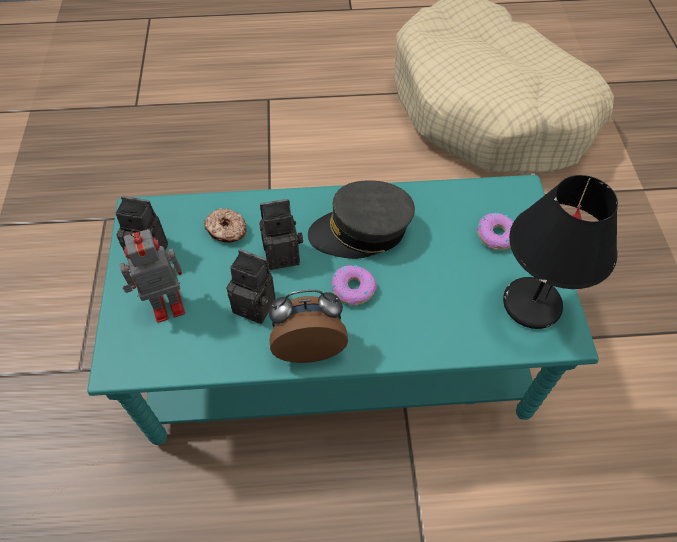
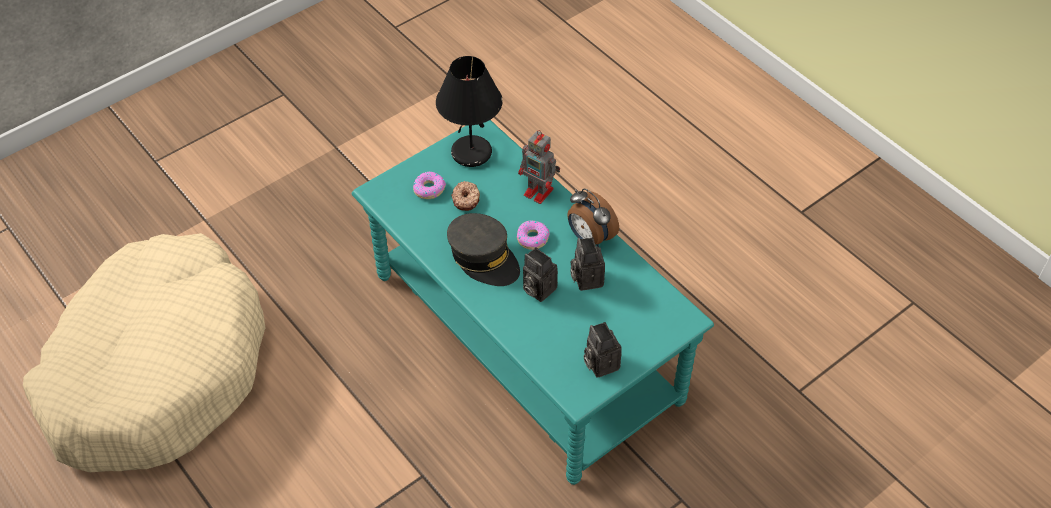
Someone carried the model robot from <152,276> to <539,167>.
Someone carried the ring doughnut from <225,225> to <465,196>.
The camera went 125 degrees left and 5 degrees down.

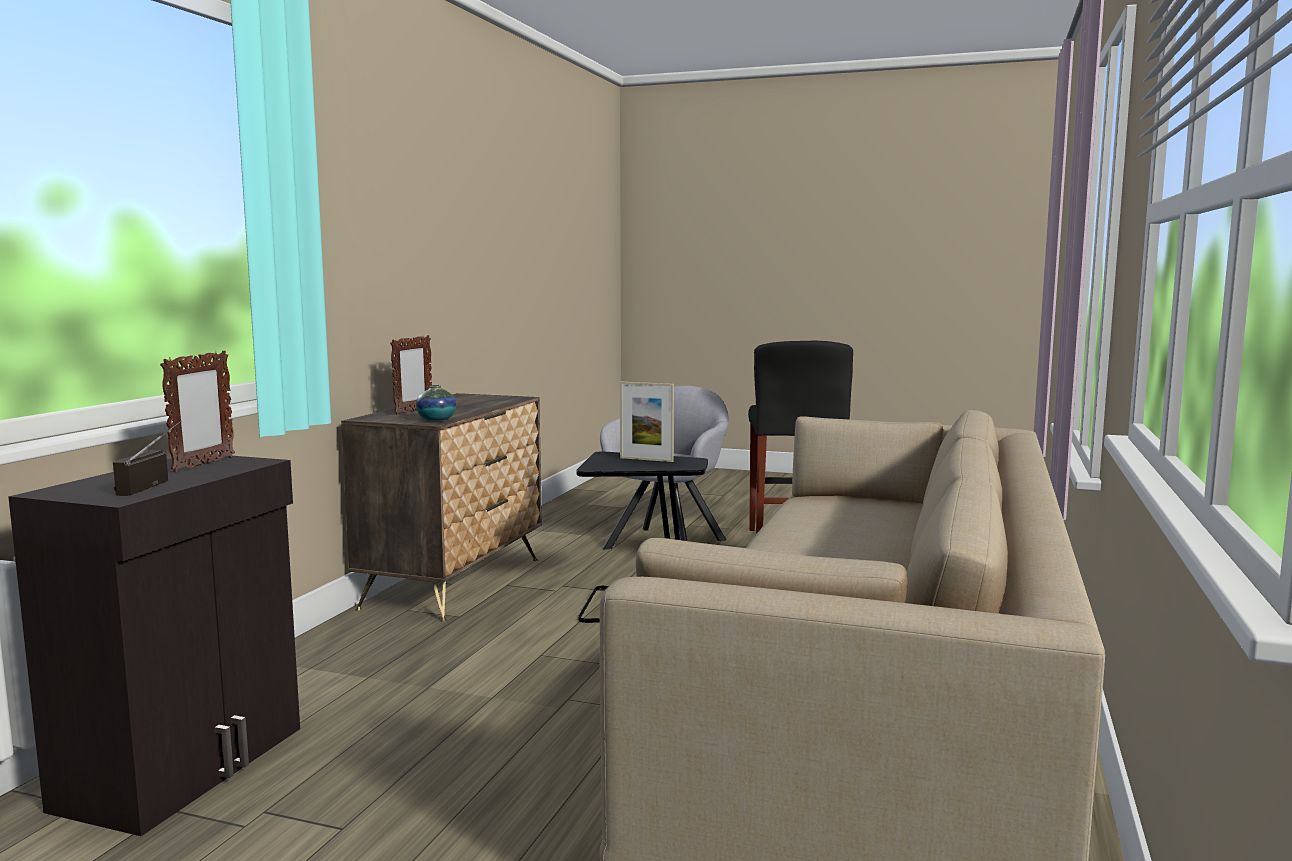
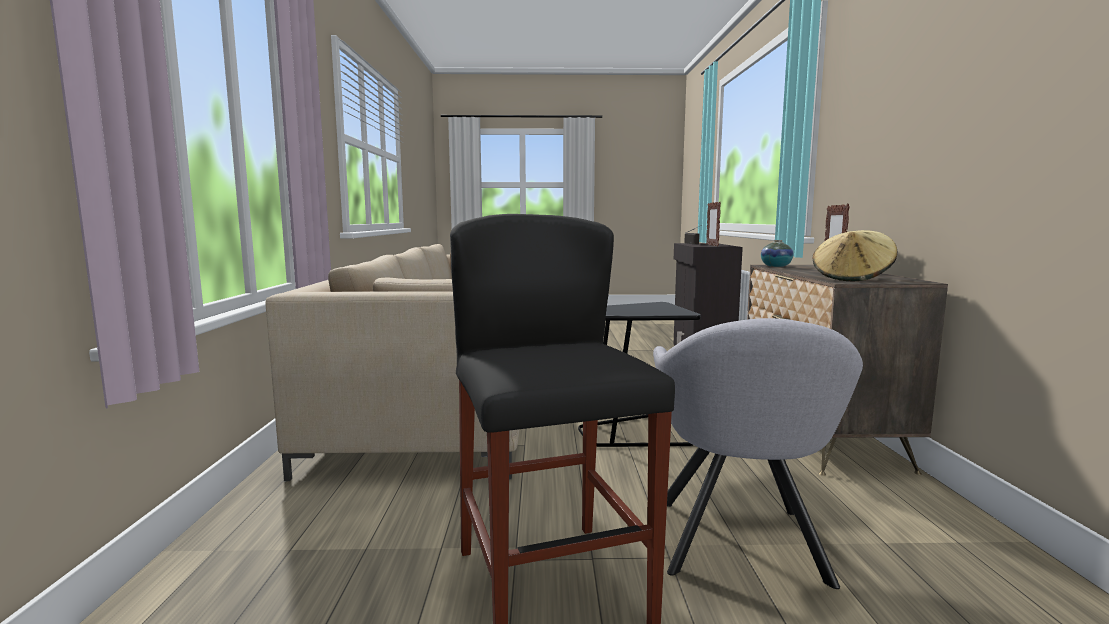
Someone took away the standing frame at <647,422>.
Someone put down the sand-coloured clothing hat at <855,255>.
The camera went 160 degrees right and 0 degrees up.

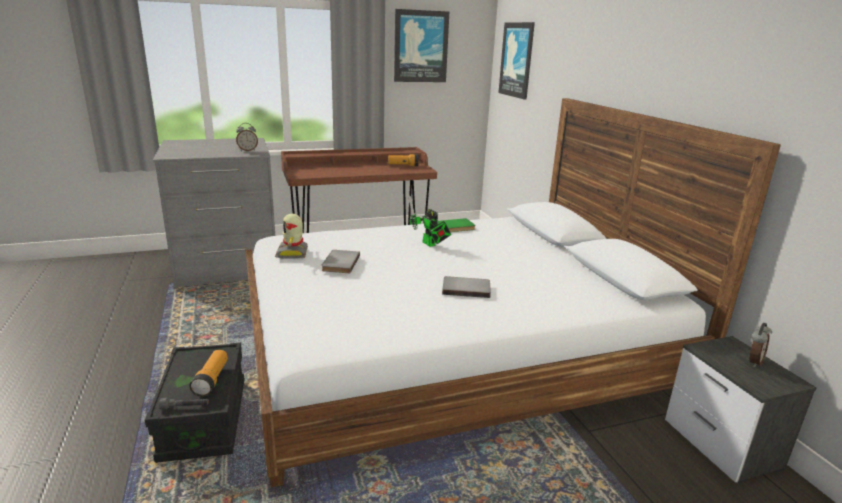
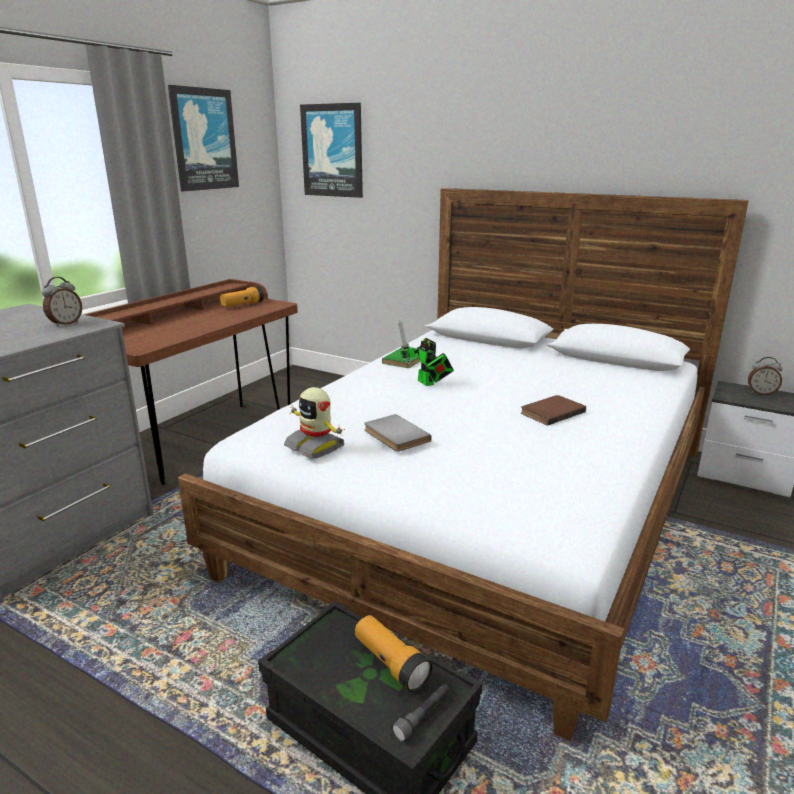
Someone repainted the gray volume at <466,287>, which became the brown-coloured volume at <553,410>.
Someone rotated the model robot at <430,221> by 45 degrees clockwise.
Someone rotated the table clock at <761,345> by 105 degrees clockwise.
The camera went 40 degrees left and 0 degrees up.

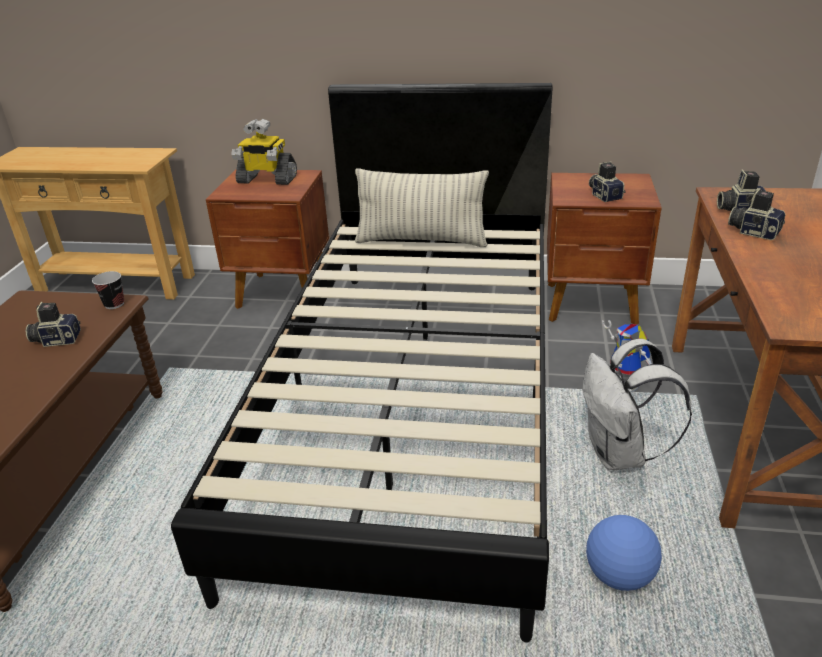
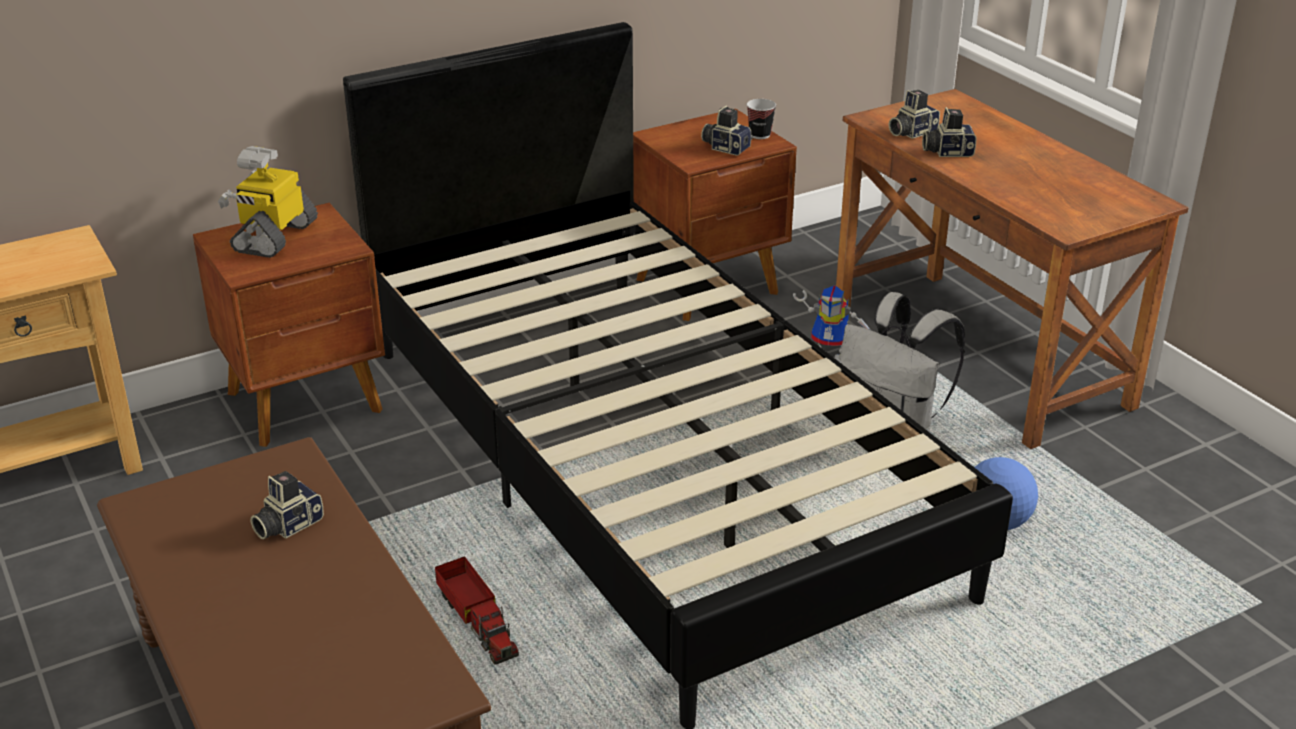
Someone took away the cushion at <422,207>.
Someone put down the toy truck at <477,610>.
Someone carried the drinking cup from <108,290> to <761,119>.
Someone rotated the model robot at <264,152> by 135 degrees clockwise.
The camera went 40 degrees left and 0 degrees up.

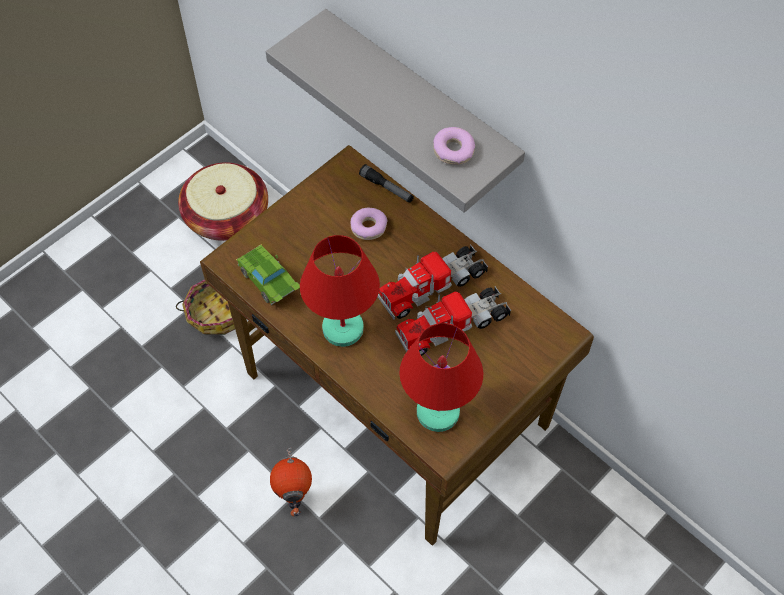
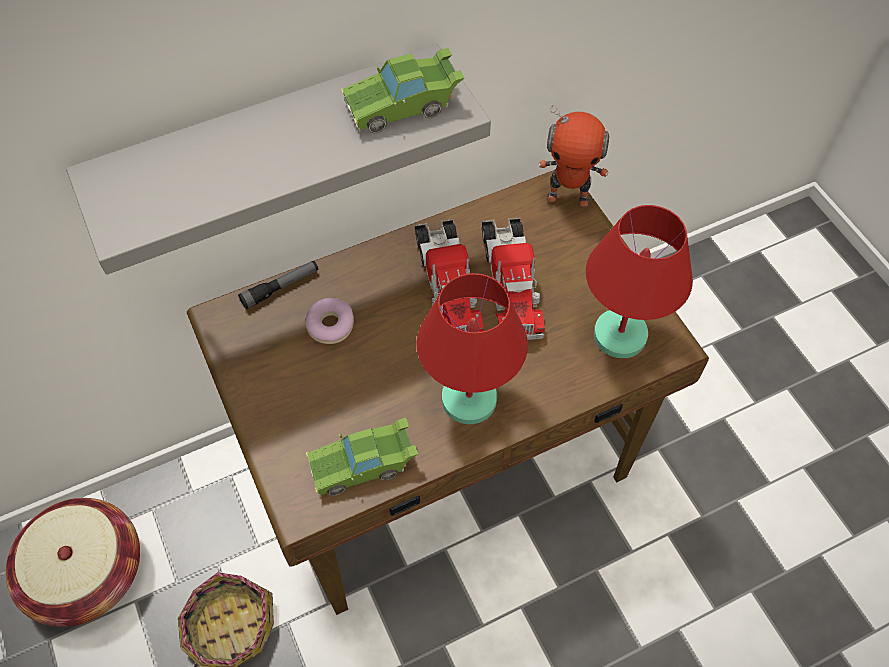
Someone carried the model robot from <291,482> to <574,156>.
Someone swapped the ring doughnut at <454,146> for the greenish toy car at <403,91>.
The camera went 70 degrees left and 0 degrees up.

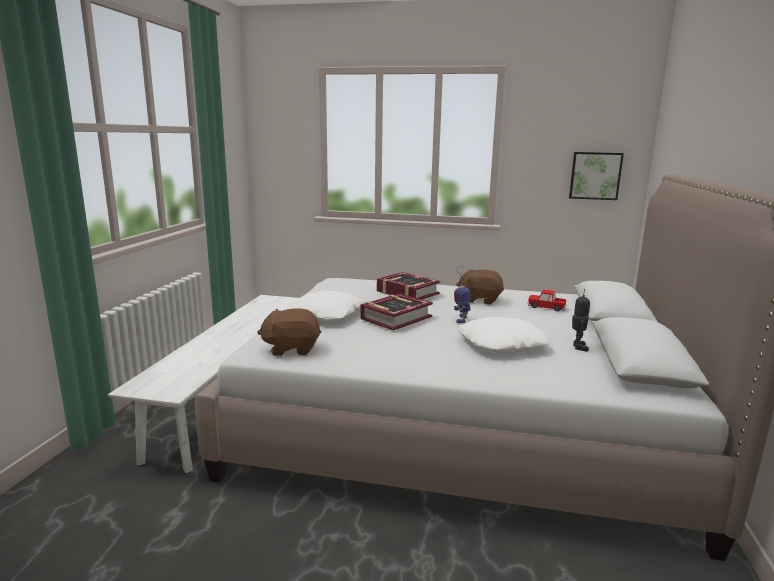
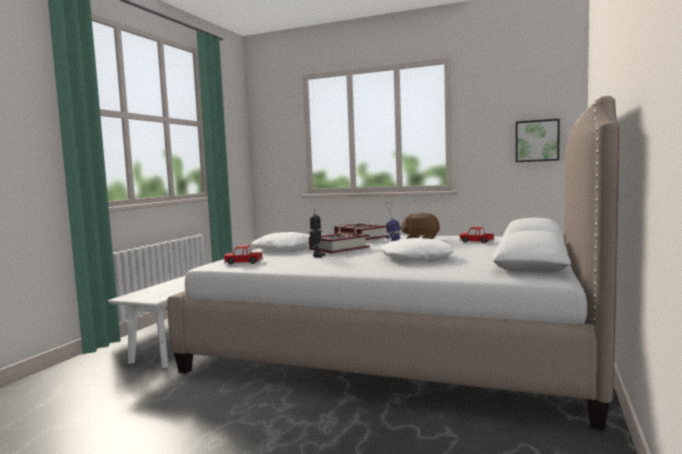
Someone carried the model robot from <581,320> to <317,235>.
Someone swapped the brown-coloured cuddly toy at <289,332> for the toy car at <243,255>.
The camera went 10 degrees right and 10 degrees down.

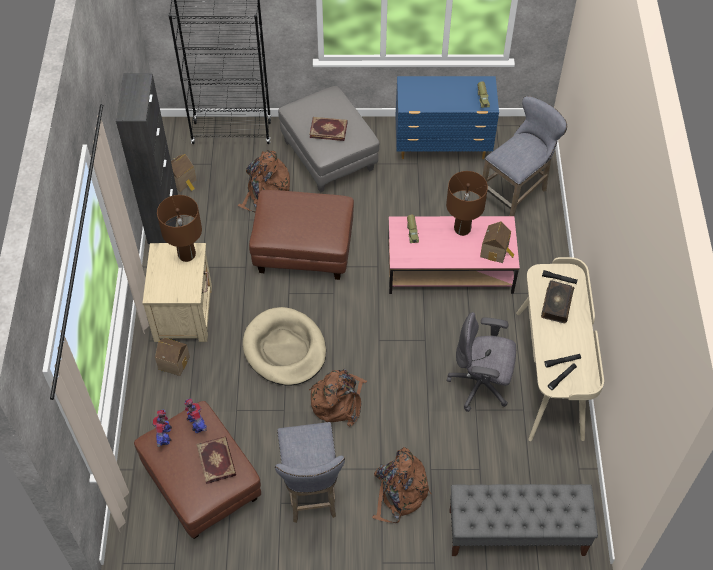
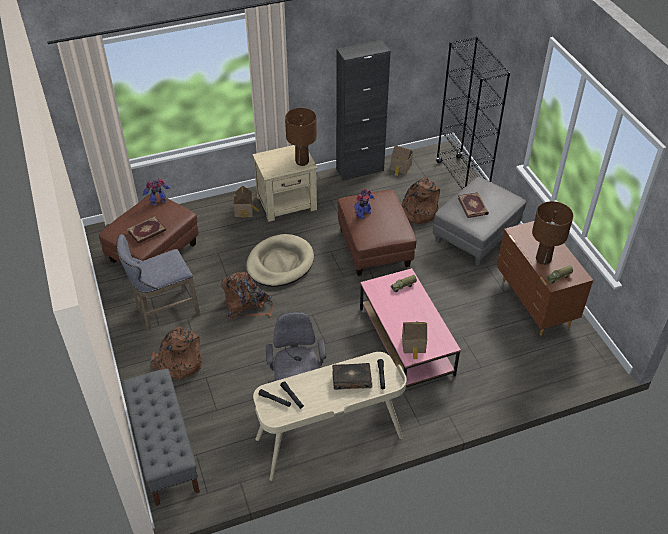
Someone took away the gray sitting stool at <523,156>.
Someone carried the model robot from <196,415> to <364,204>.
Someone carried the brown-coloured table lamp from <467,203> to <552,233>.
Someone repainted the blue drawer chest at <447,117>, which became the brown-coloured drawer chest at <545,278>.
The camera went 70 degrees right and 10 degrees down.

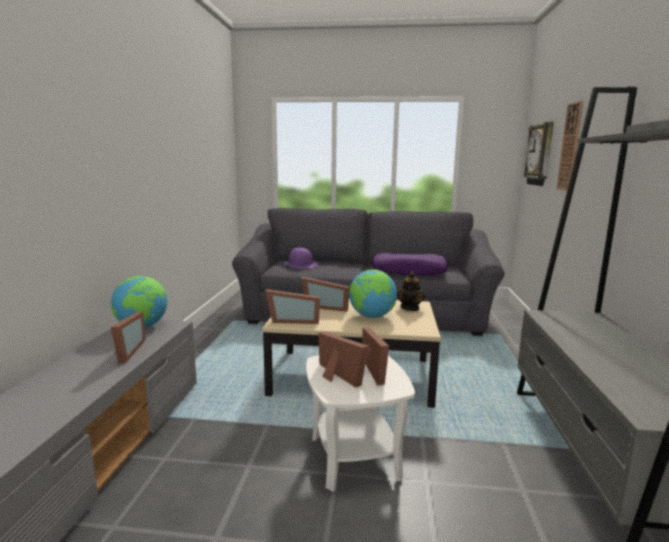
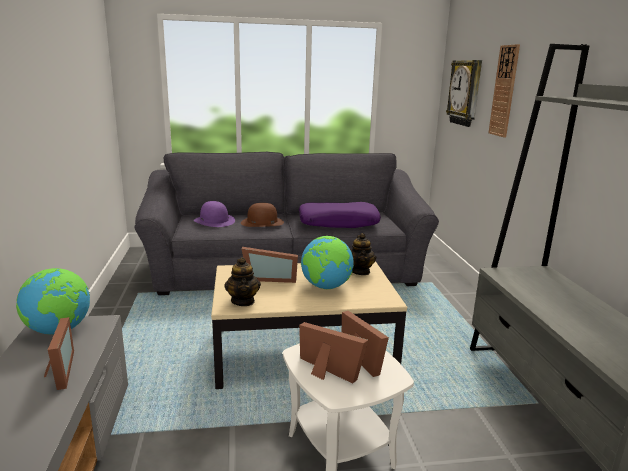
Someone put down the brown-coloured clothing hat at <262,215>.
Someone swapped the standing frame at <292,306> for the tea pot at <242,281>.
The camera went 15 degrees left and 5 degrees up.

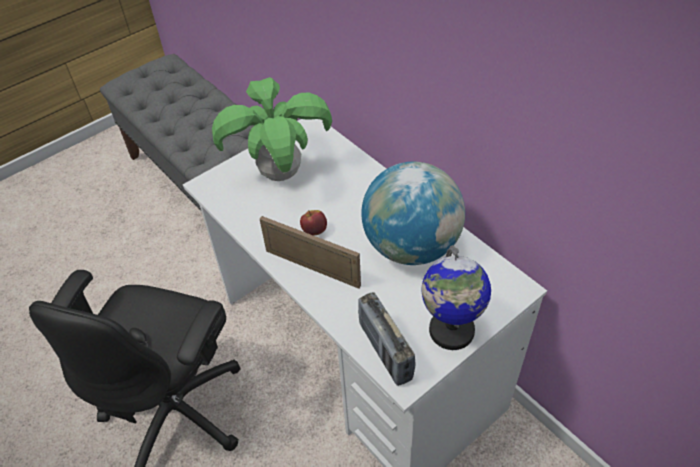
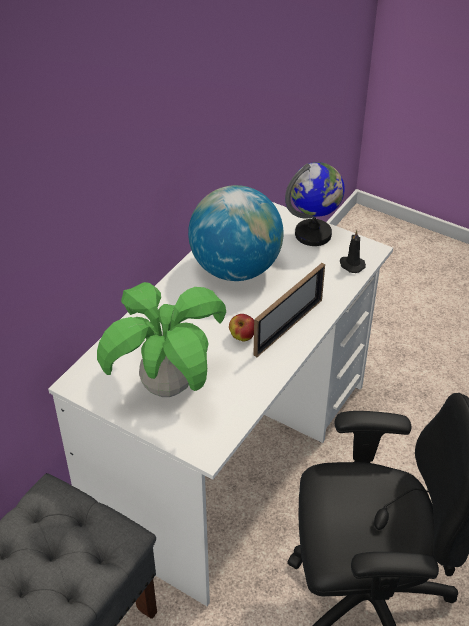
Someone swapped the radio set at <386,339> for the black candle at <353,251>.
Someone rotated the standing frame at <310,252> by 150 degrees counterclockwise.
The camera went 110 degrees left and 5 degrees down.

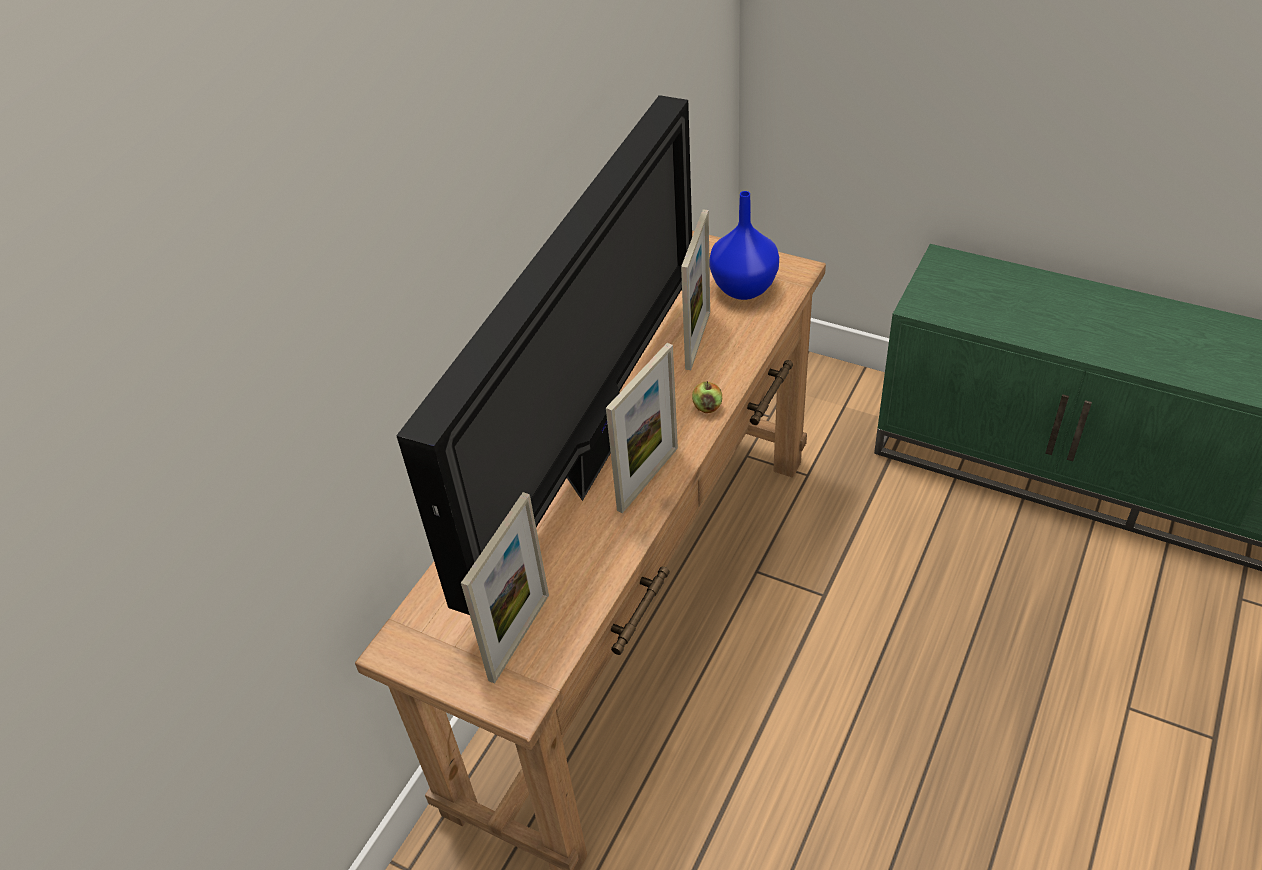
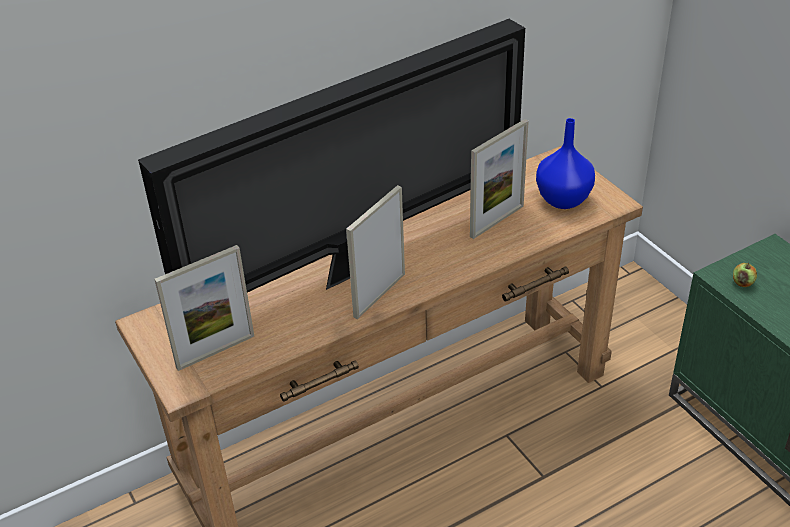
Someone carried the apple from <707,397> to <745,275>.
Someone rotated the standing frame at <642,428> by 150 degrees clockwise.
The camera went 30 degrees right and 5 degrees down.

